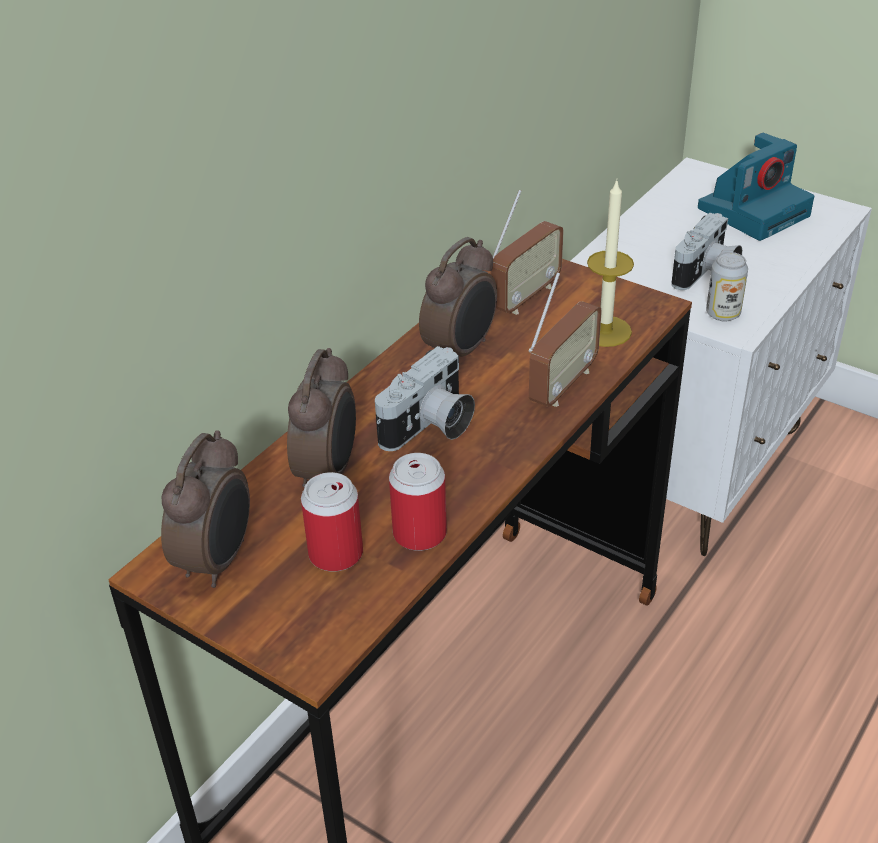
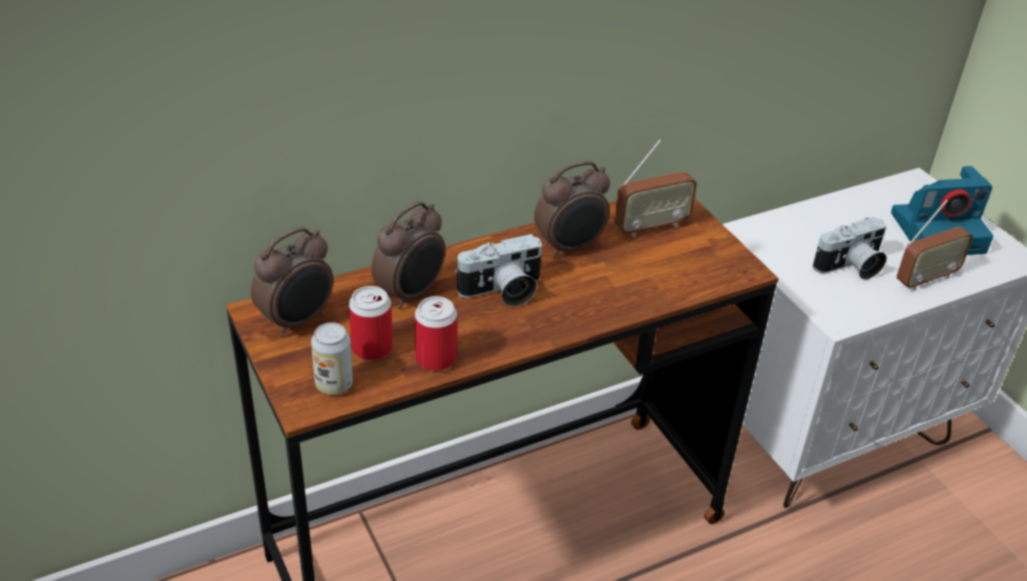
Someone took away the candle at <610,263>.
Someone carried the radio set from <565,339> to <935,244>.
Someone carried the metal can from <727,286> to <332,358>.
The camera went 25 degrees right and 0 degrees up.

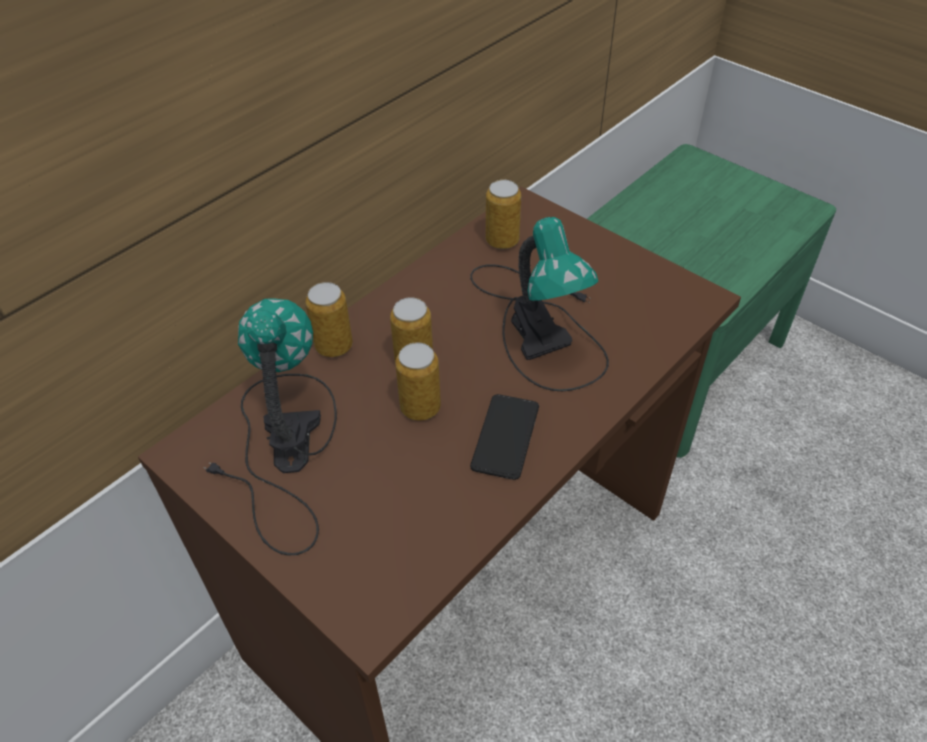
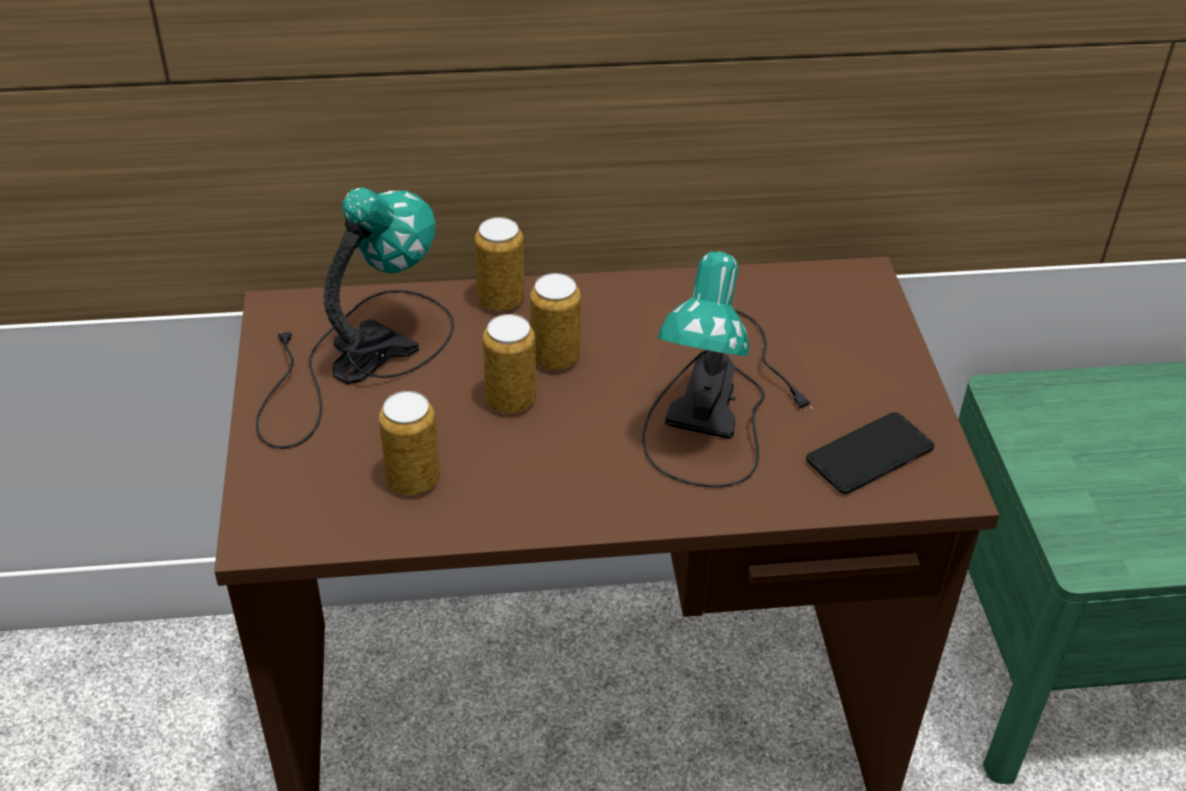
Someone carried the phone from <504,437> to <870,453>.
Someone carried the metal can from <503,214> to <409,443>.
The camera went 40 degrees right and 5 degrees down.

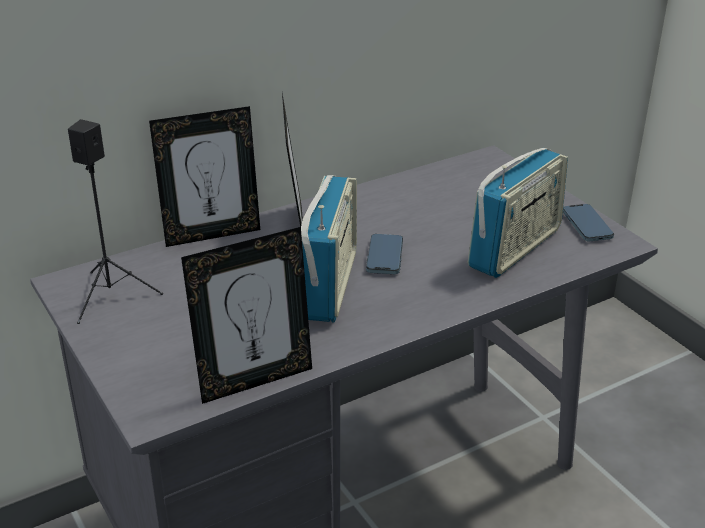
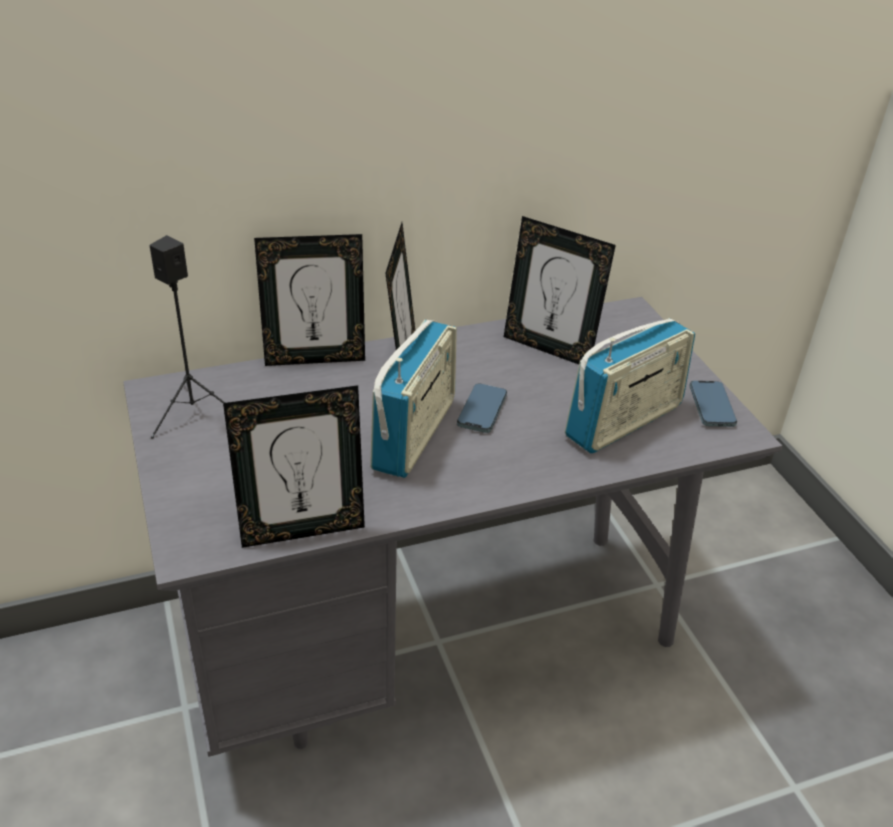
Someone put down the standing frame at <560,290>.
The camera went 10 degrees right and 5 degrees up.

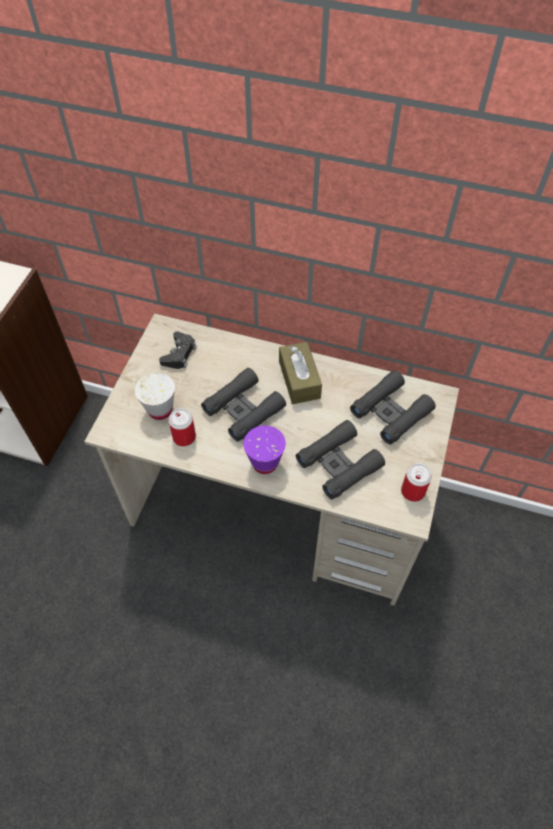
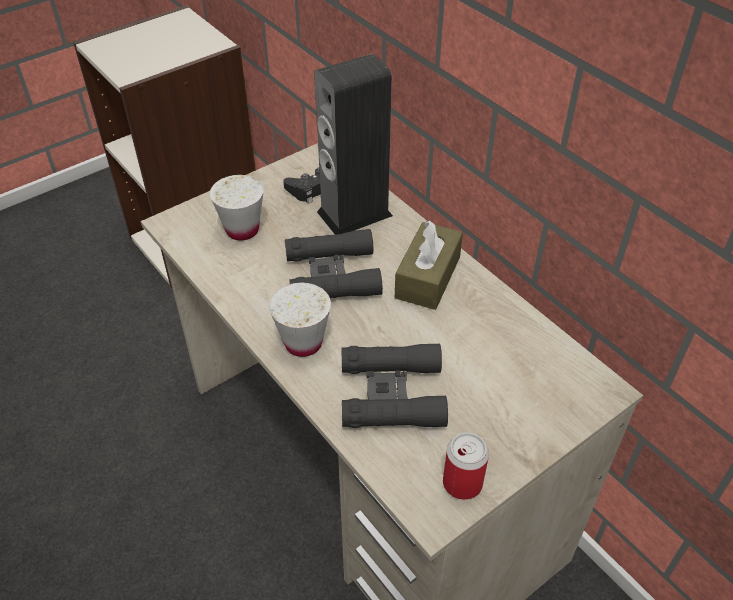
Someone took away the metal can at <182,427>.
Someone took away the black pair of binoculars at <393,407>.
Someone put down the audio speaker at <353,144>.
Someone repainted the purple-coloured drinking cup at <264,449>, which became the white drinking cup at <300,320>.
The camera went 35 degrees right and 10 degrees down.

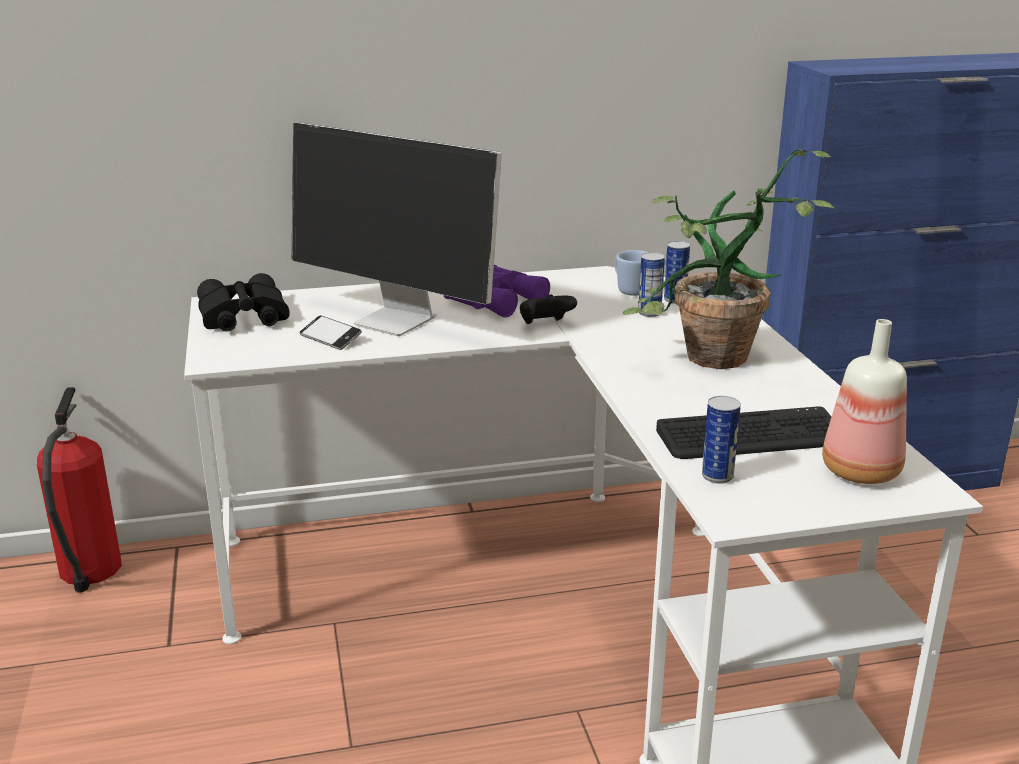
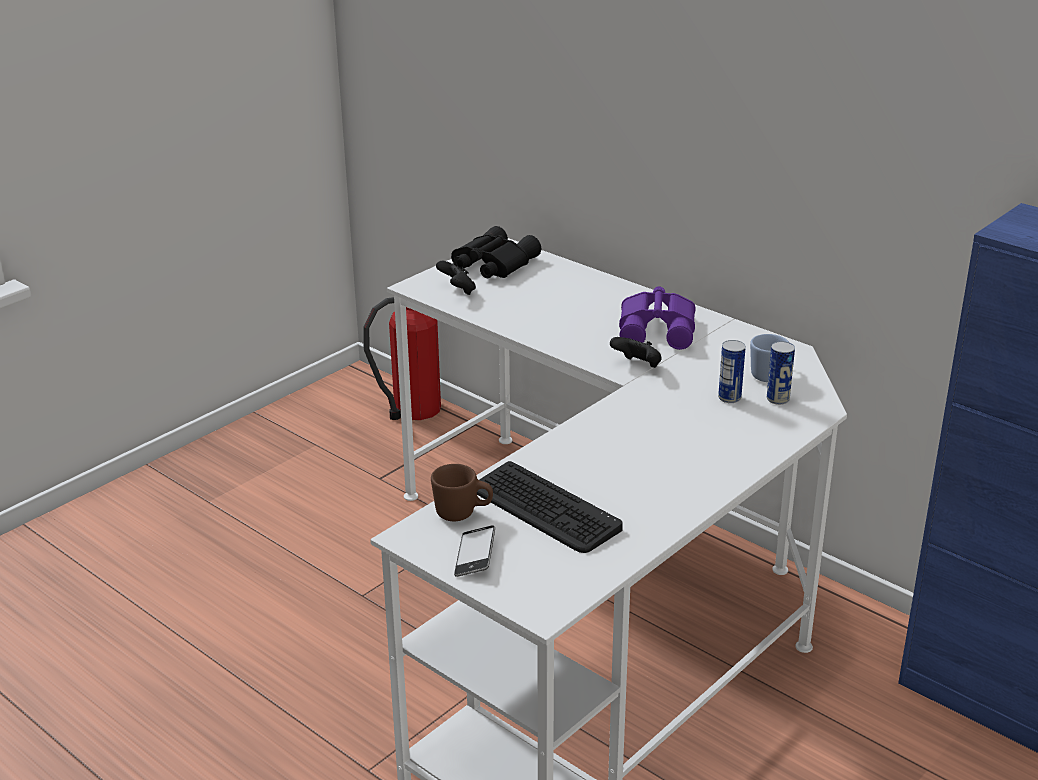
Someone took away the computer display at <397,229>.
Someone took away the plant in a pot at <729,259>.
Someone took away the drink bottle at <864,401>.
Someone put down the black game controller at <456,278>.
Someone carried the phone from <330,332> to <474,551>.
Someone swapped the metal can at <721,440> for the brown-coloured coffee mug at <462,492>.
The camera went 55 degrees right and 5 degrees up.

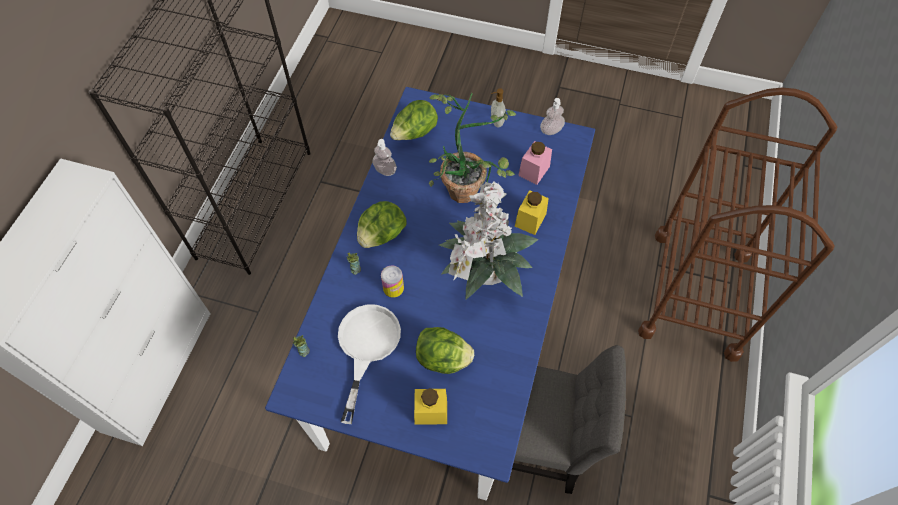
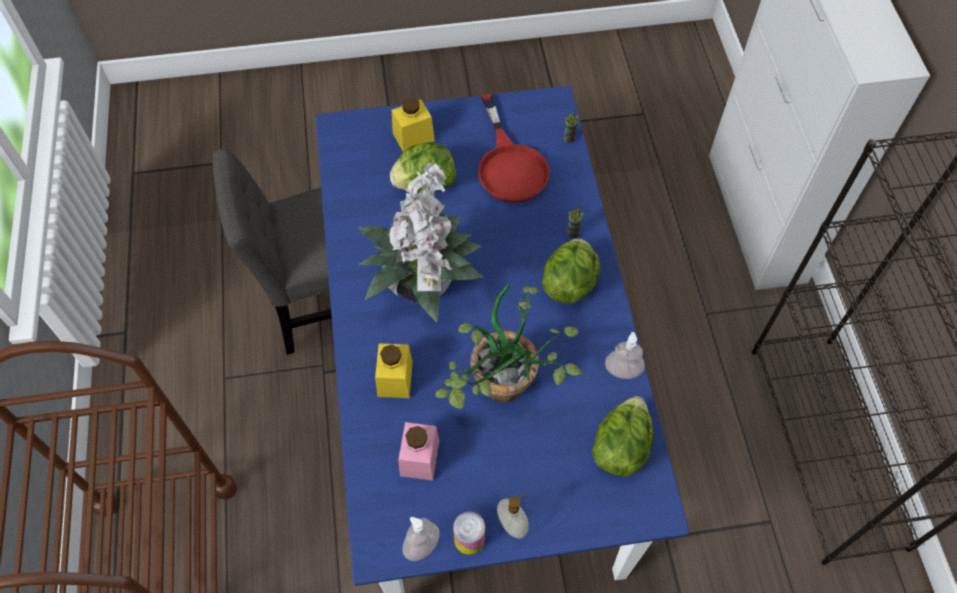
Someone carried the metal can from <392,281> to <469,533>.
Someone repainted the white pan at <369,364>, which became the reddish pan at <514,148>.
The camera went 155 degrees right and 0 degrees up.

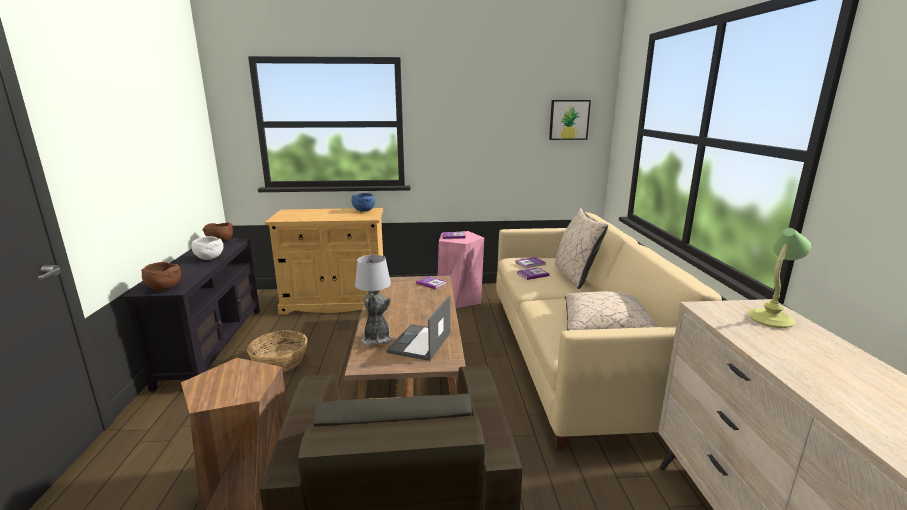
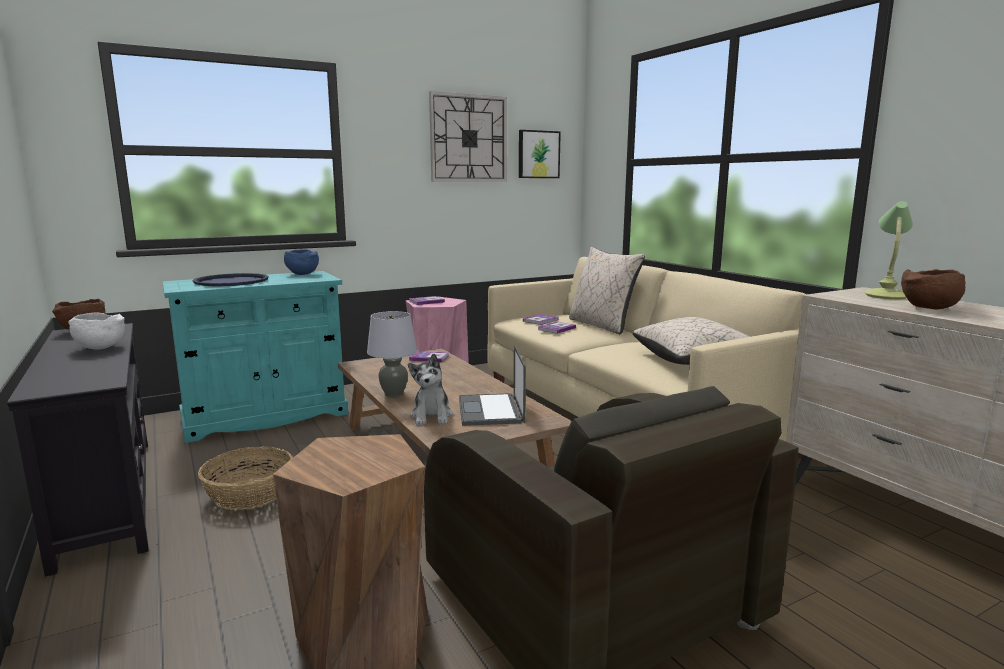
Someone put down the blue carrying tray at <230,279>.
Someone put up the wall clock at <468,136>.
Someone carried the brown-coloured bowl from <161,276> to <933,289>.
Someone repainted the sand-coloured cabinet at <324,261>, which became the turquoise-coloured cabinet at <255,357>.
Someone rotated the cuddly toy at <377,319> by 150 degrees counterclockwise.
The camera went 25 degrees left and 5 degrees down.

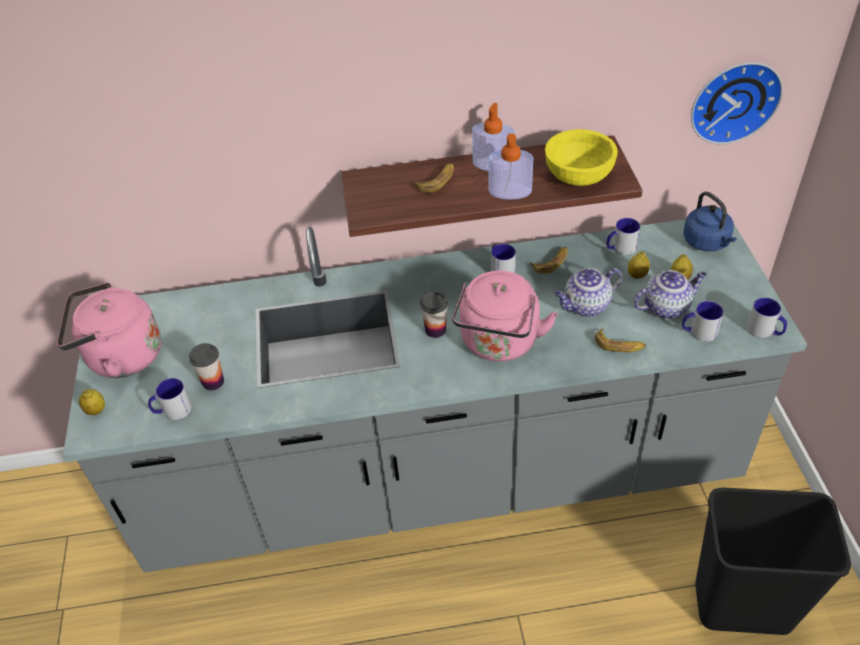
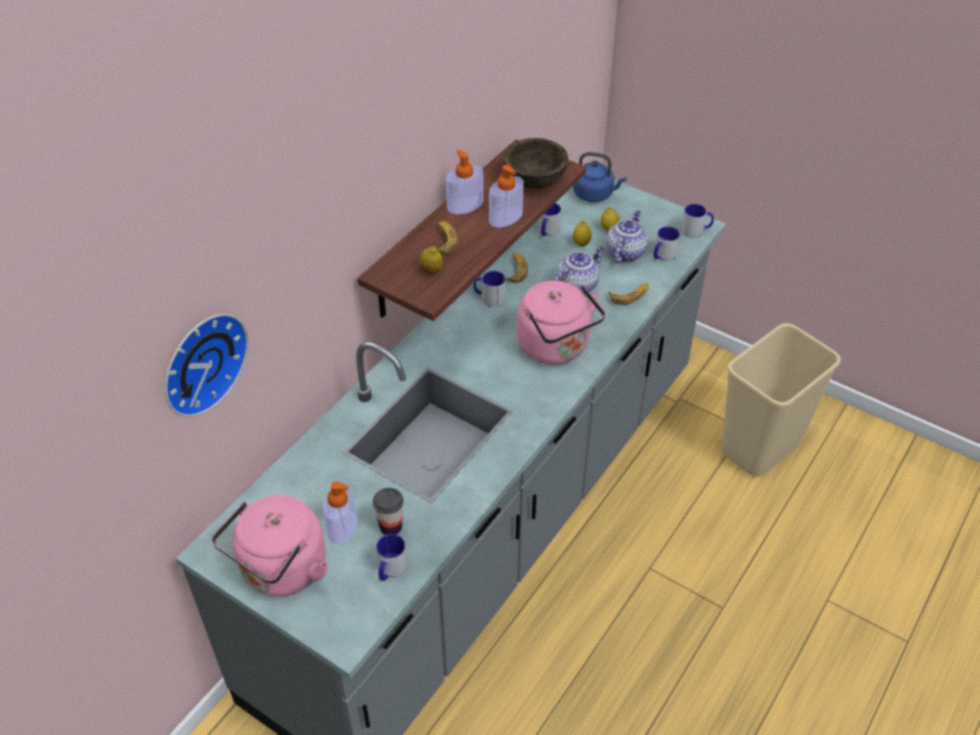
Someone took away the drinking cup at <434,314>.
Someone put down the soap bottle at <340,513>.
Someone carried the whole lemon from <92,402> to <431,260>.
Someone carried the wall clock from <737,103> to <207,365>.
Someone repainted the yellowish bowl at <581,157>, which became the brown-coloured bowl at <536,163>.
Someone repainted the black rubbish bin at <773,561>, which became the sand-coloured rubbish bin at <781,400>.
Someone rotated the tea pot at <588,292> by 150 degrees counterclockwise.
The camera went 50 degrees left and 0 degrees up.

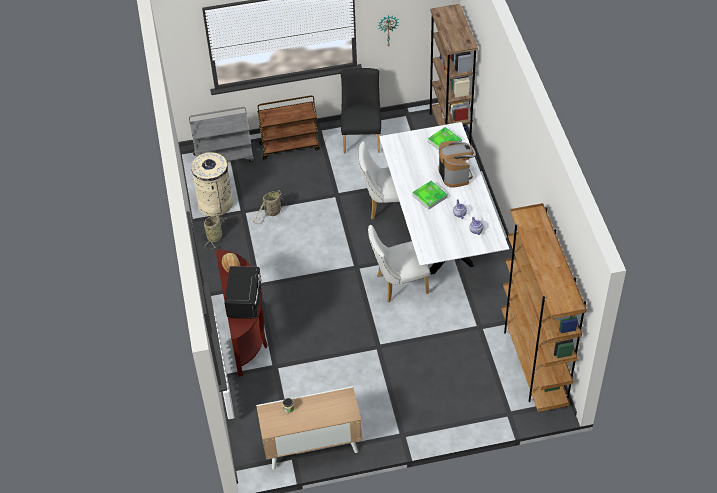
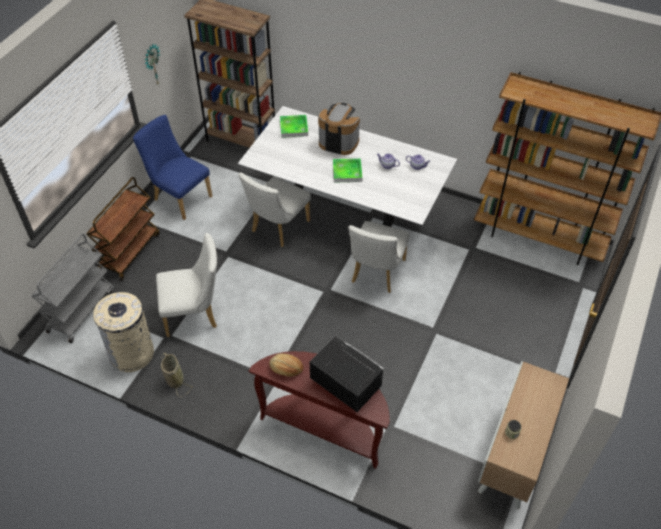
Someone swapped the storage basket at <270,207> for the white upright chair at <186,285>.
Someone repainted the black upright chair at <360,110>, which became the blue upright chair at <172,167>.
The camera went 55 degrees left and 0 degrees up.

